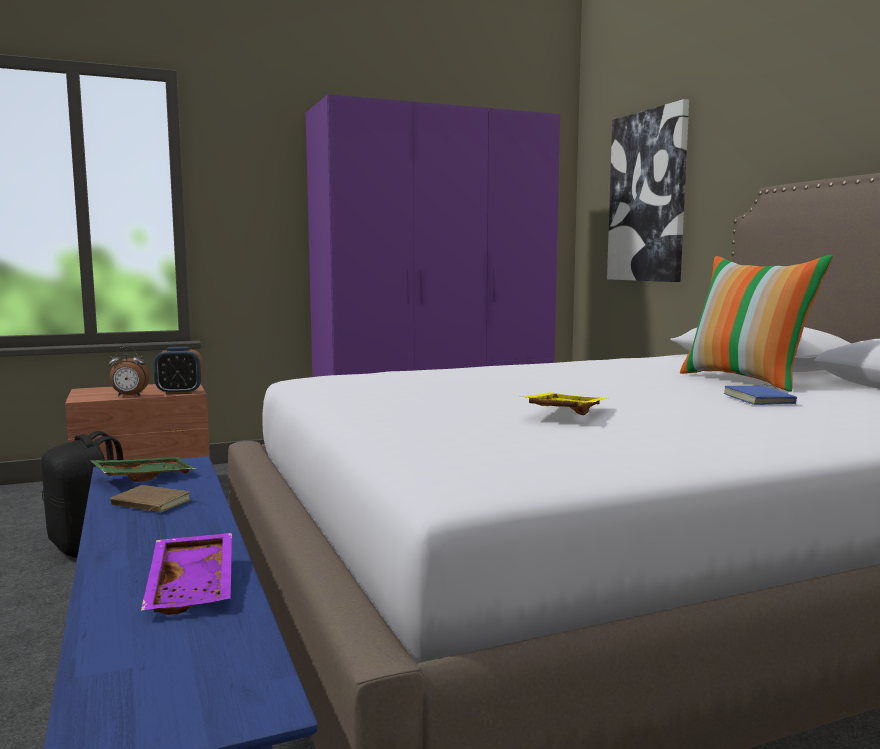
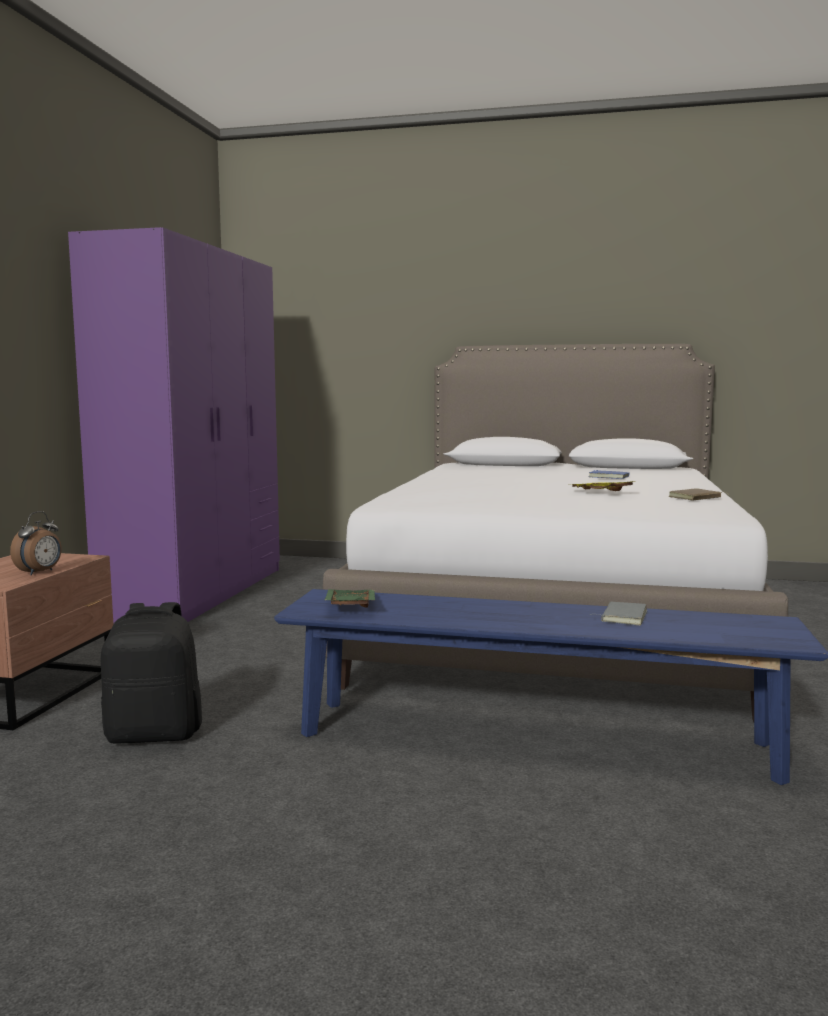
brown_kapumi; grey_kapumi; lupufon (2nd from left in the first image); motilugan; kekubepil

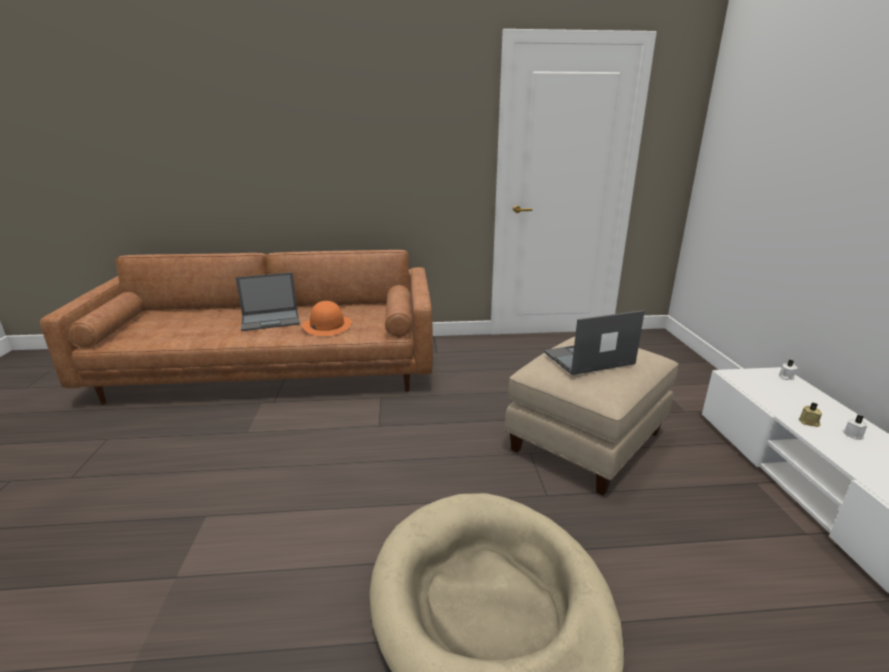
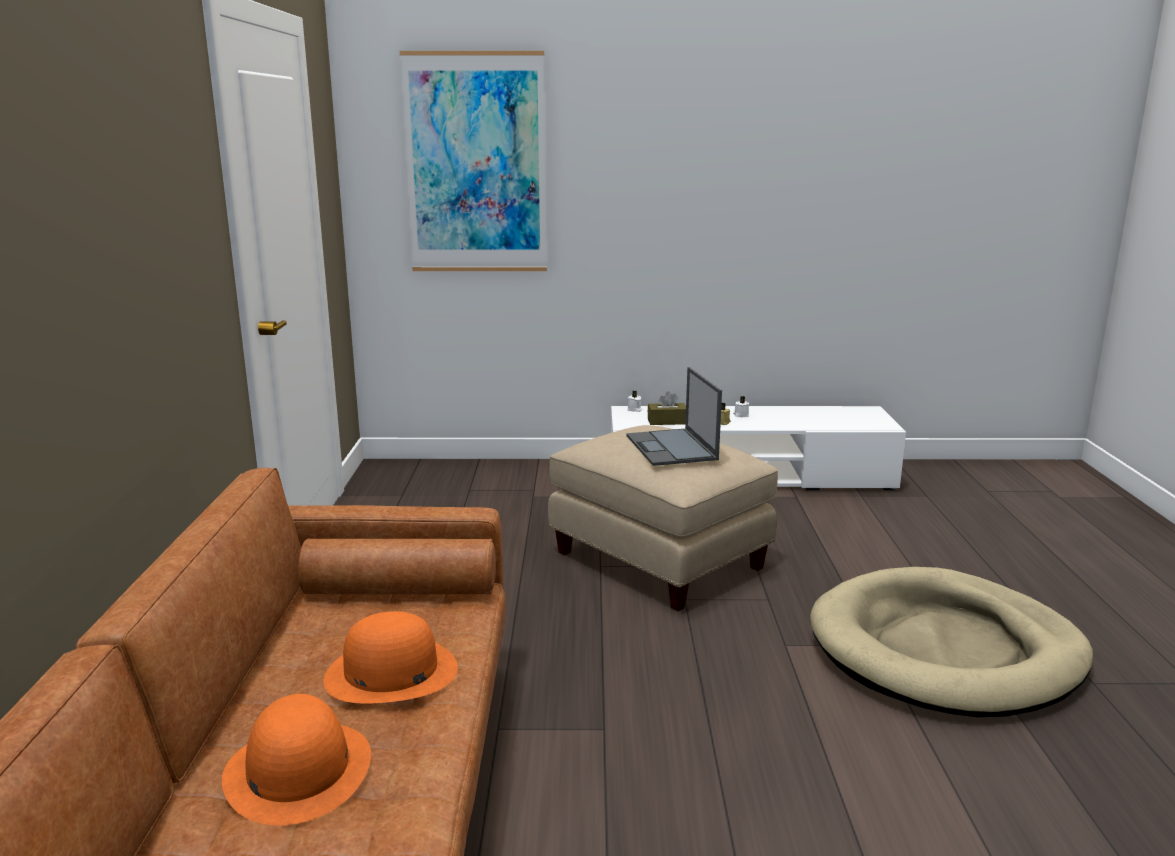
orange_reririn (1st from left); motilugan; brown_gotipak

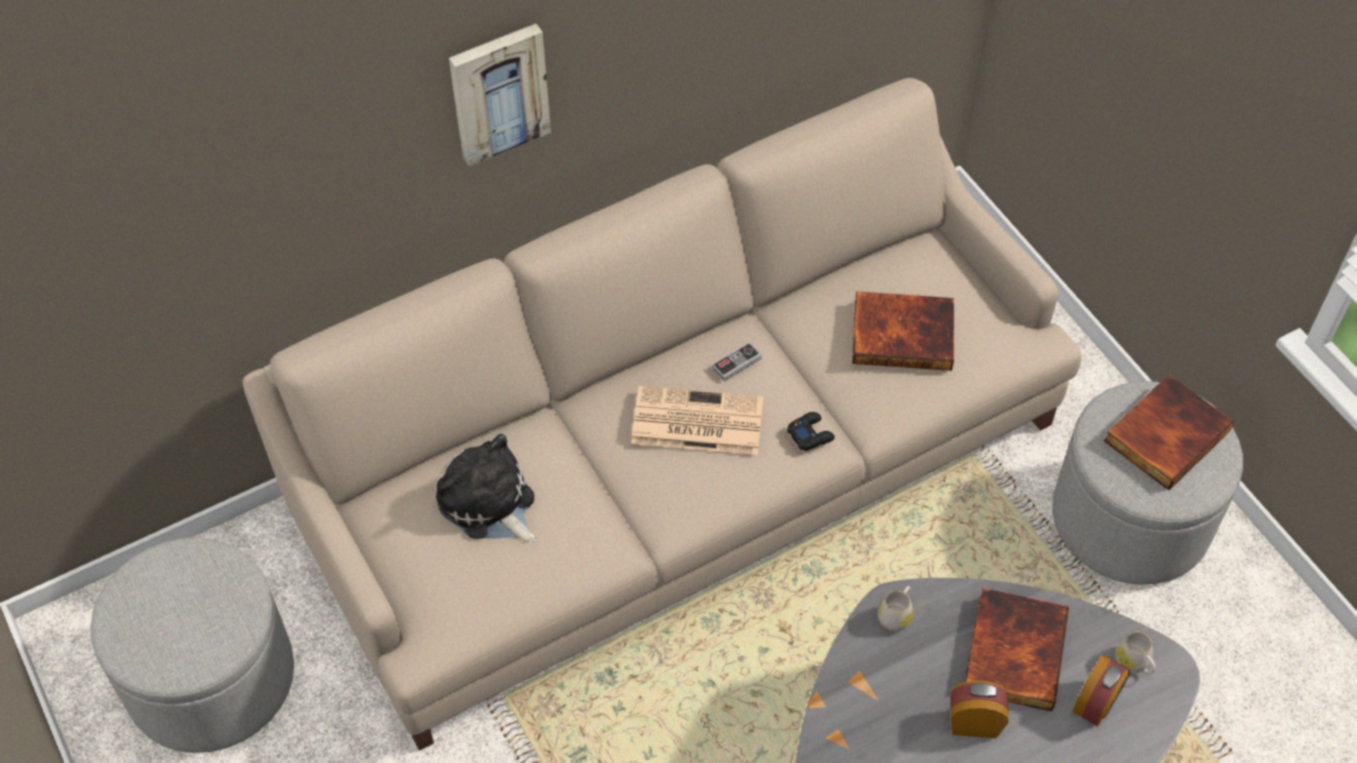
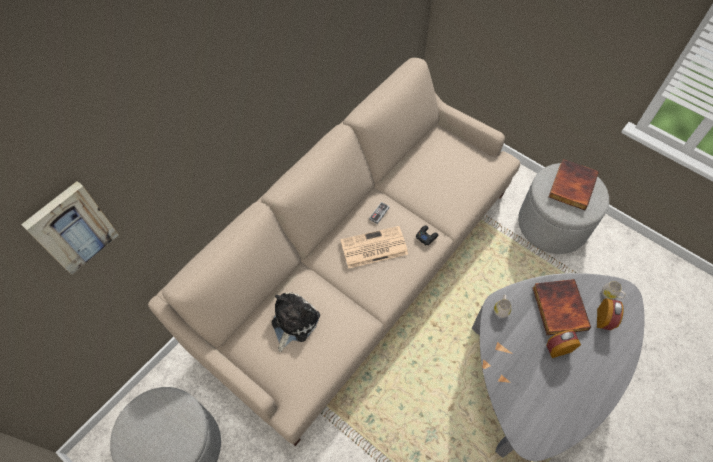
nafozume; motilugan; kapumi (1st from left in the first image)

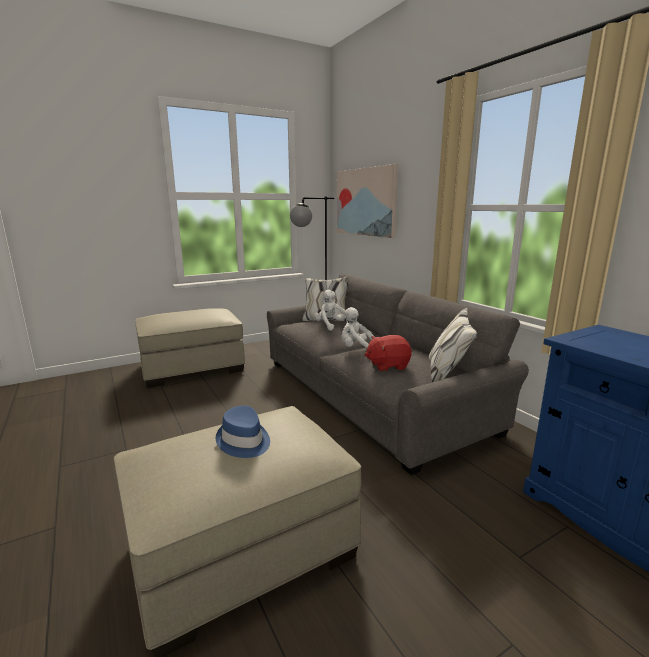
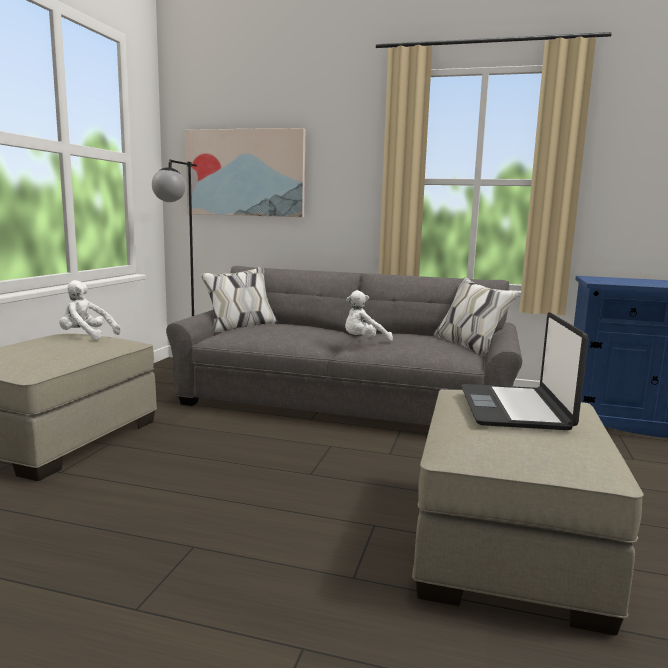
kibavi; white_nafozume (1st from left); red_nafozume

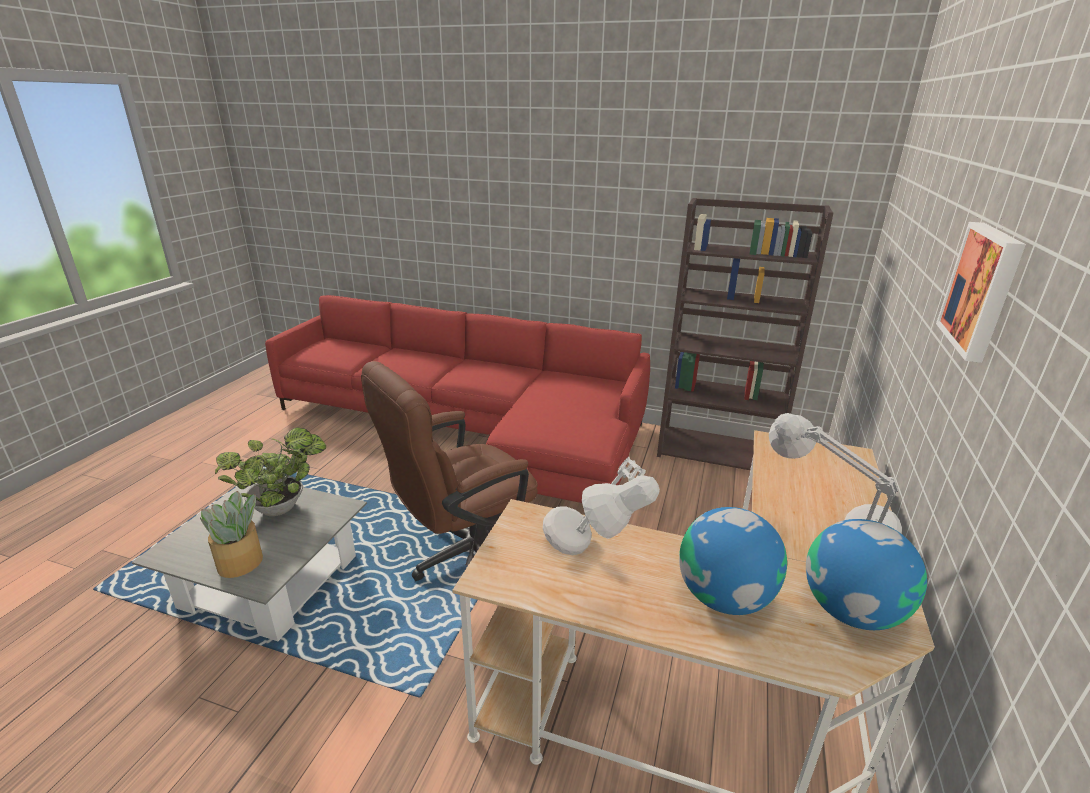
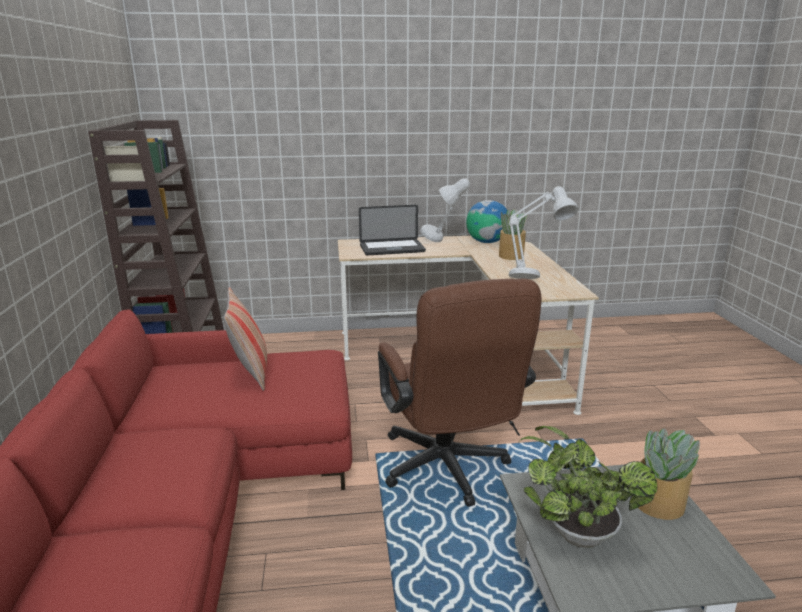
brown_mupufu; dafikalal (1st from left); motilugan; kekubepil; kibavi

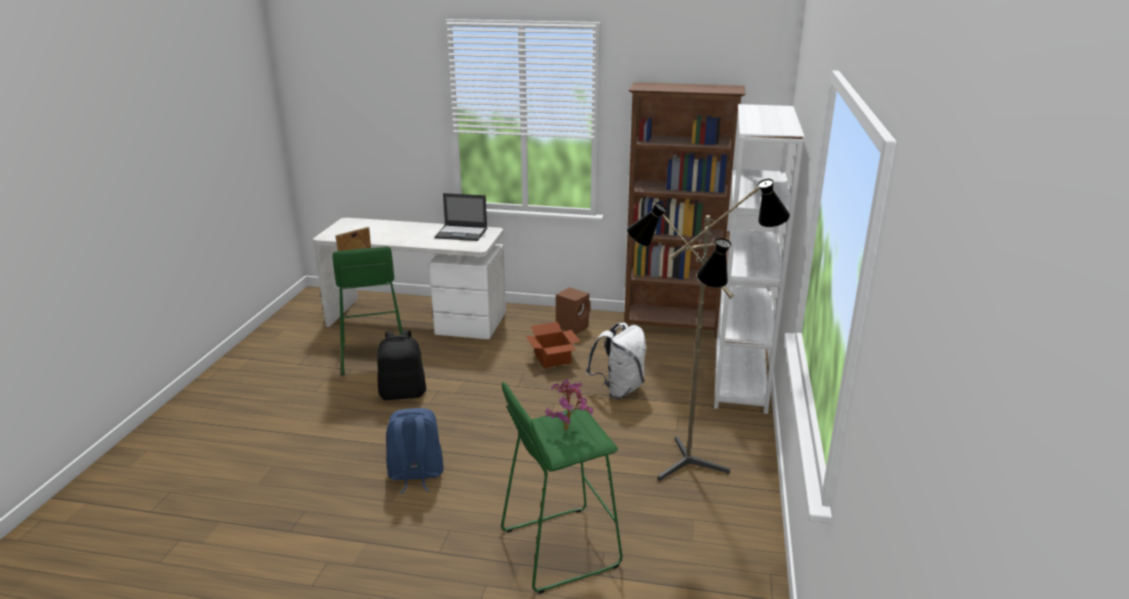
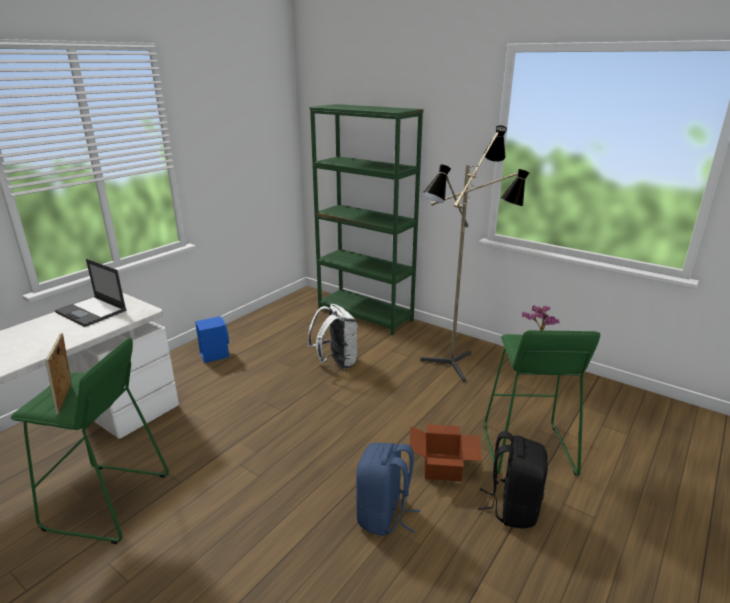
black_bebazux; kibavi; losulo; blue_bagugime; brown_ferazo; green_ferazo

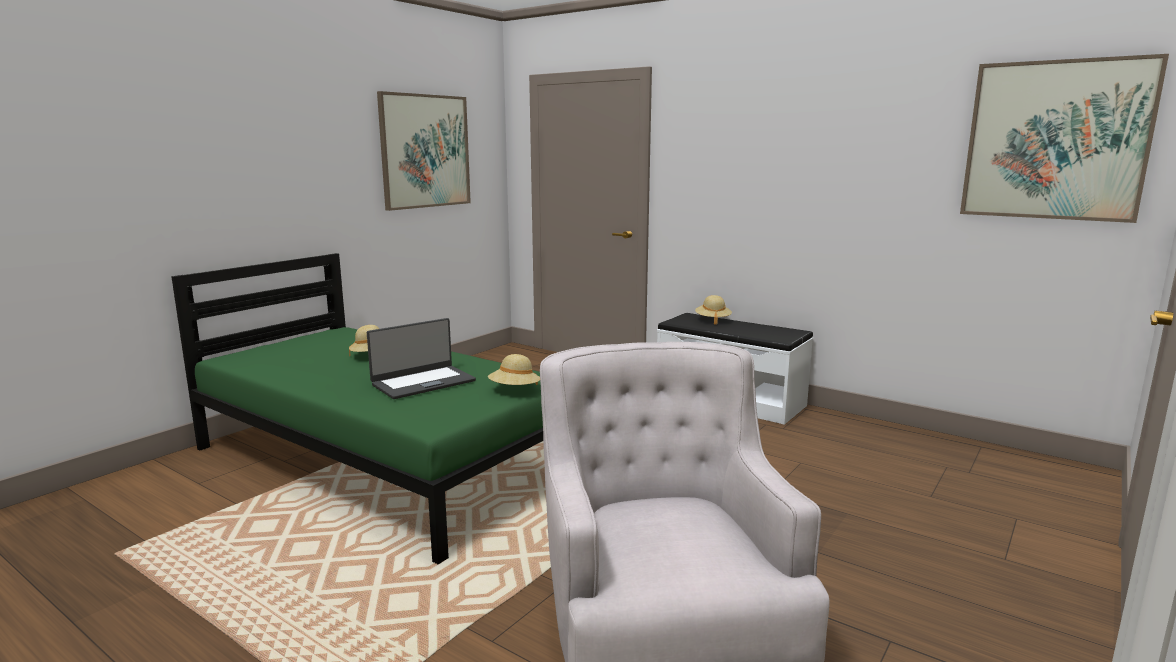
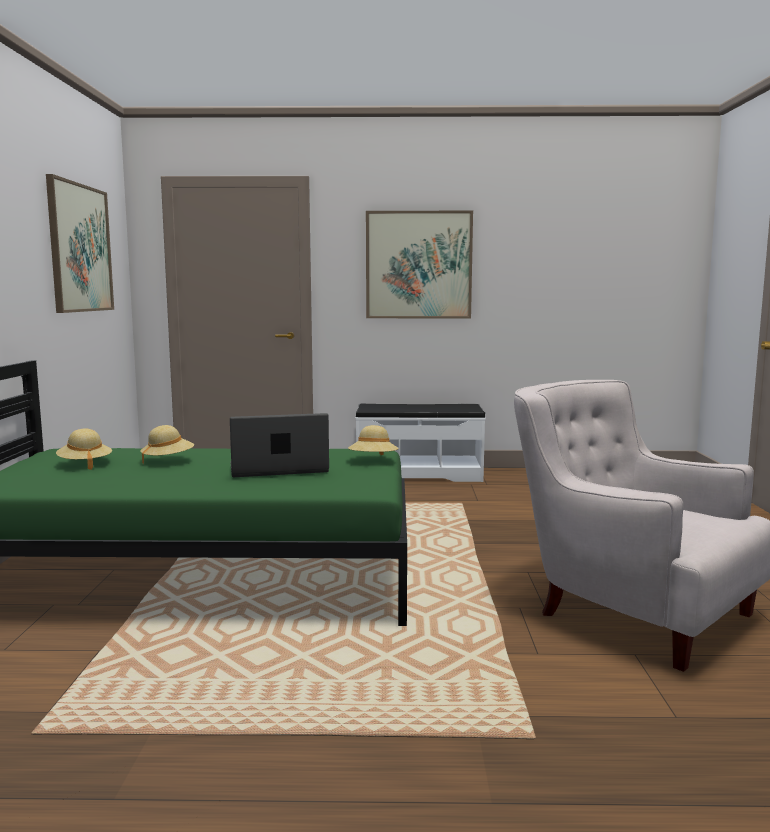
kibavi; beige_reririn (1st from left); motilugan (2nd from left)

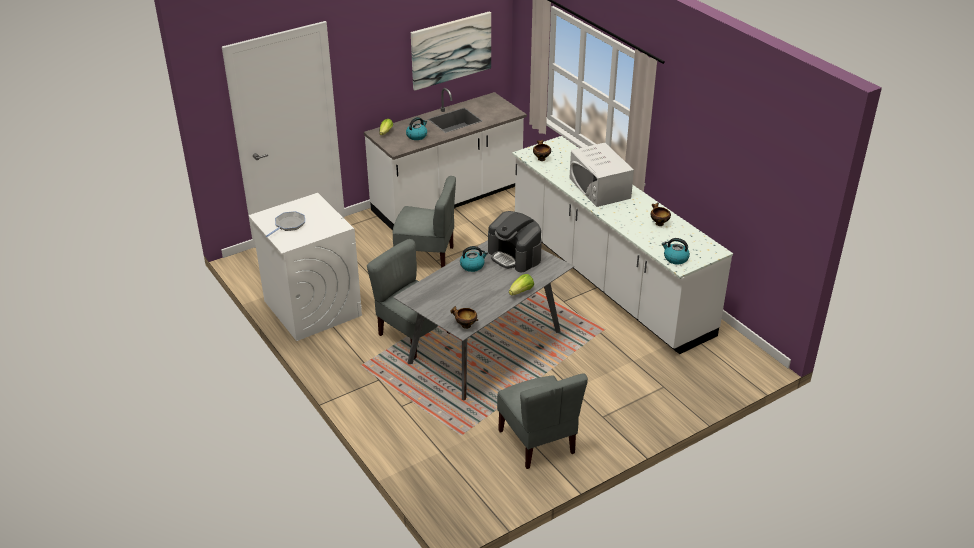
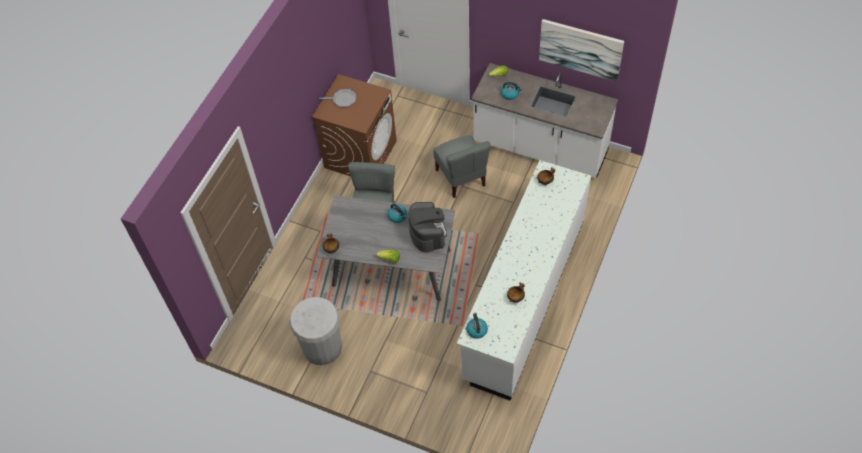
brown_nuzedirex; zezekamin; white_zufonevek; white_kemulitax

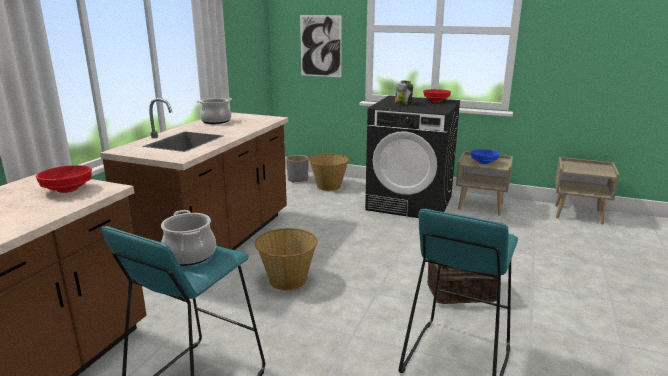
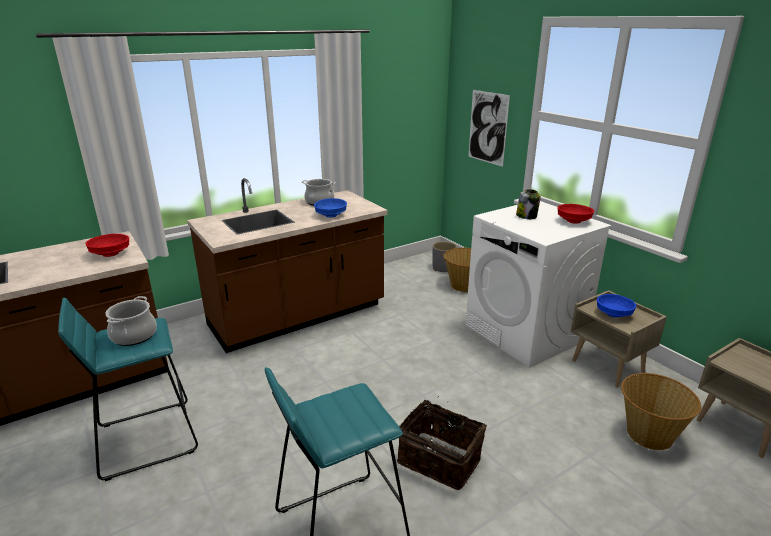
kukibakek (3rd from left); white_nuzedirex; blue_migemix (1st from left)

